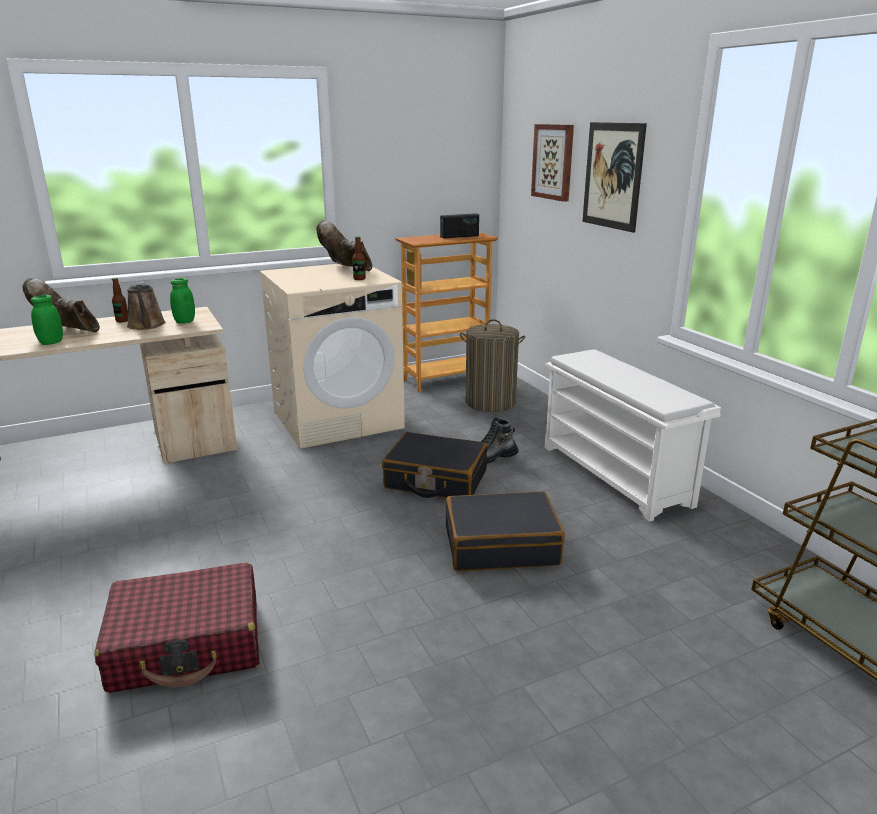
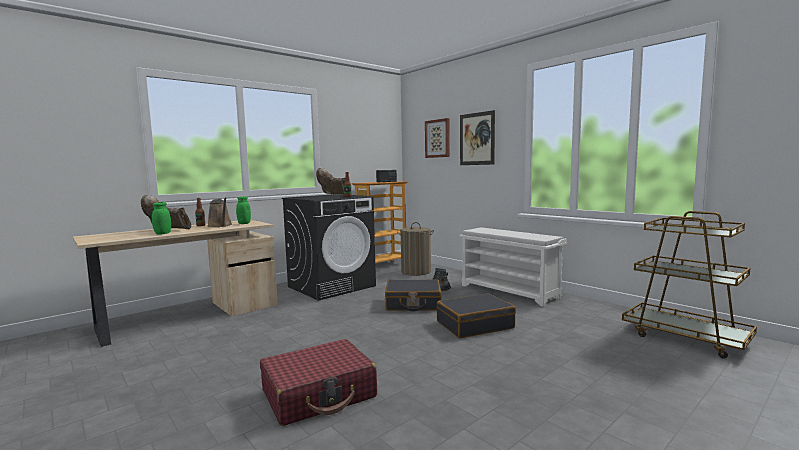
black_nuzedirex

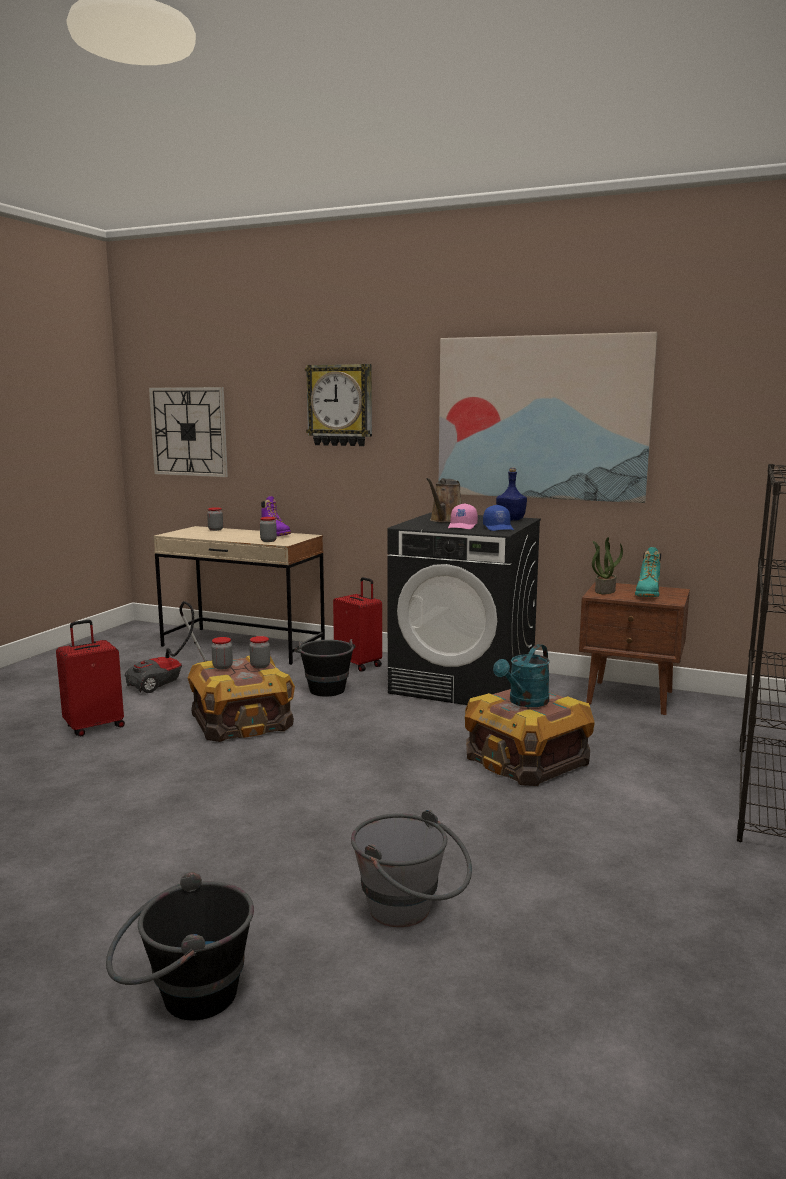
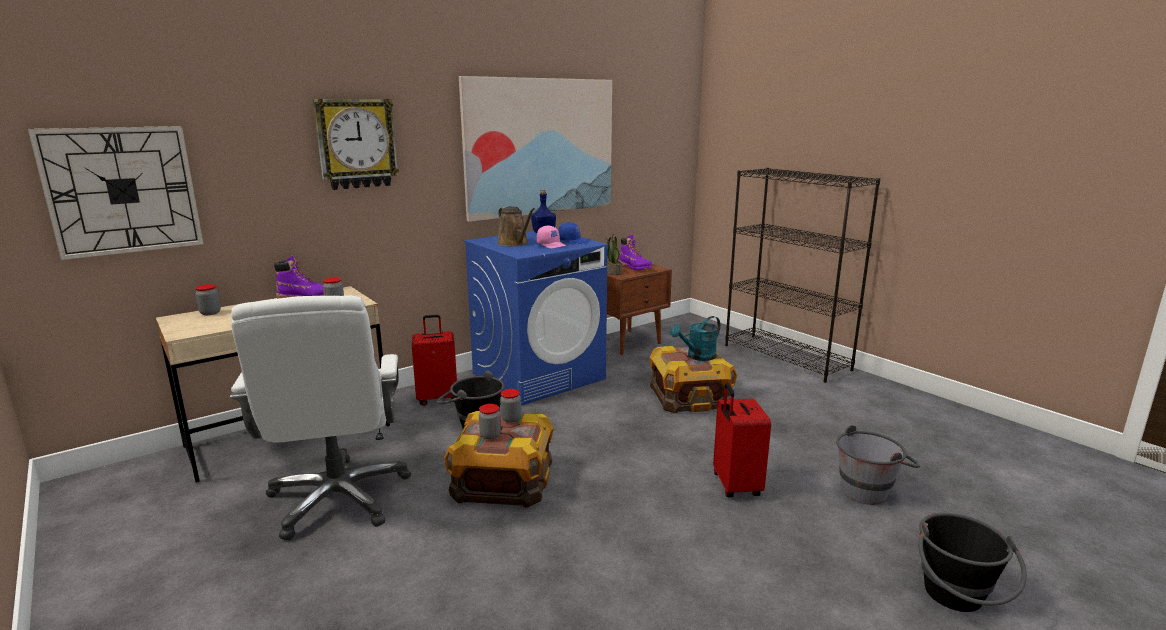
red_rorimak (2nd from left); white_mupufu; blue_nuzedirex; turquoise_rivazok; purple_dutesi (2nd from left)

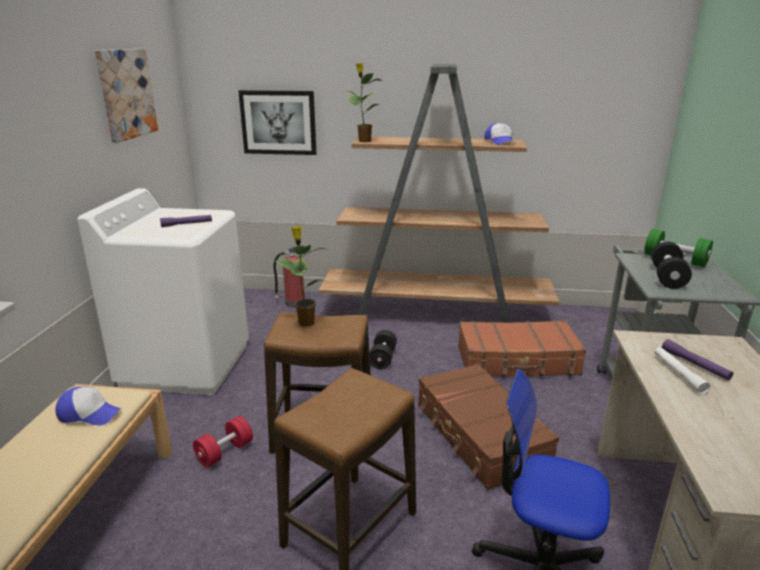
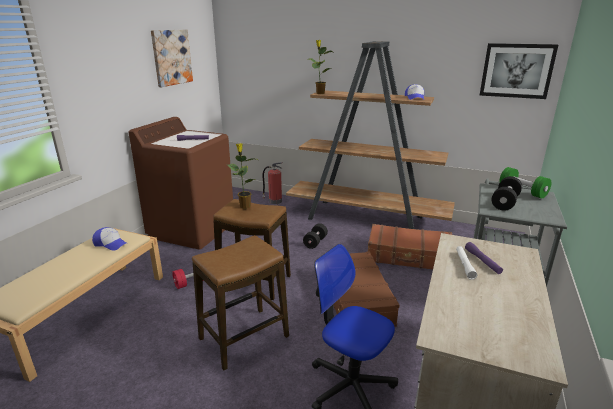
brown_nuzedirex; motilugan (2nd from left)

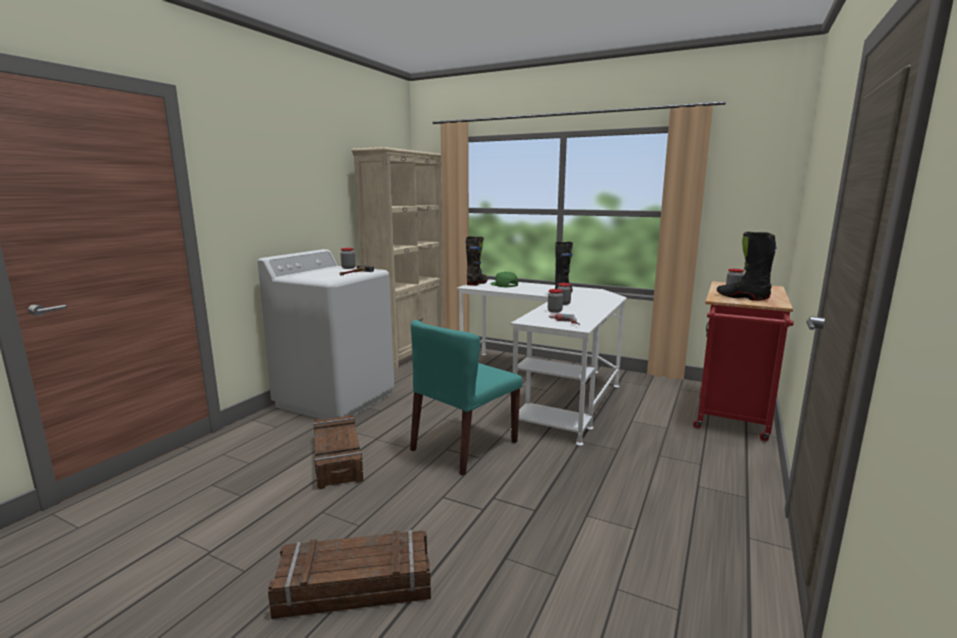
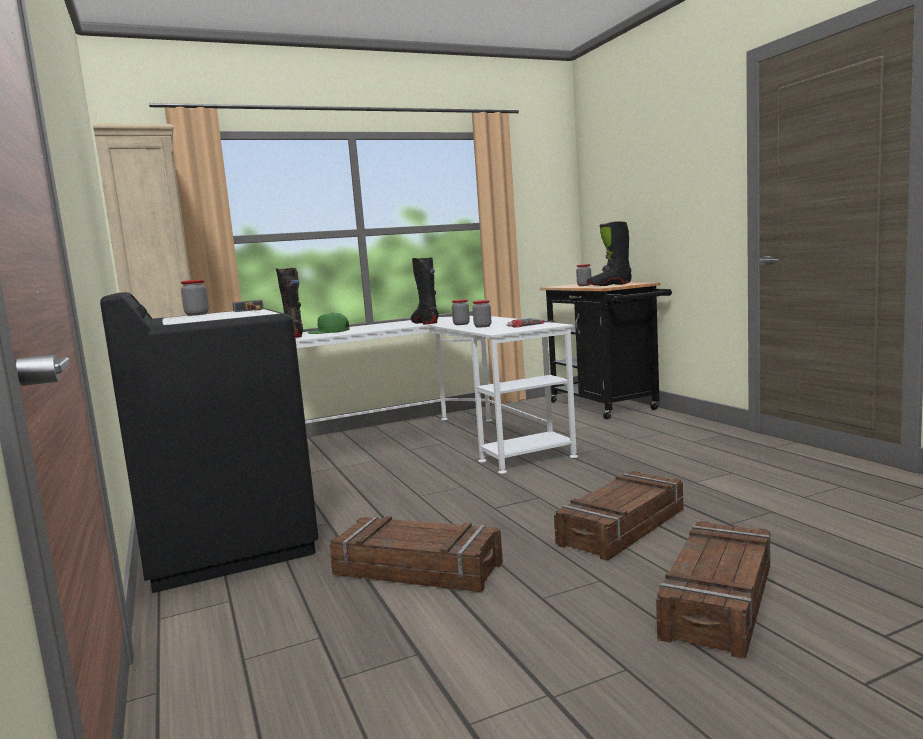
black_nuzedirex; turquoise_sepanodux; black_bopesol; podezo (2nd from left)

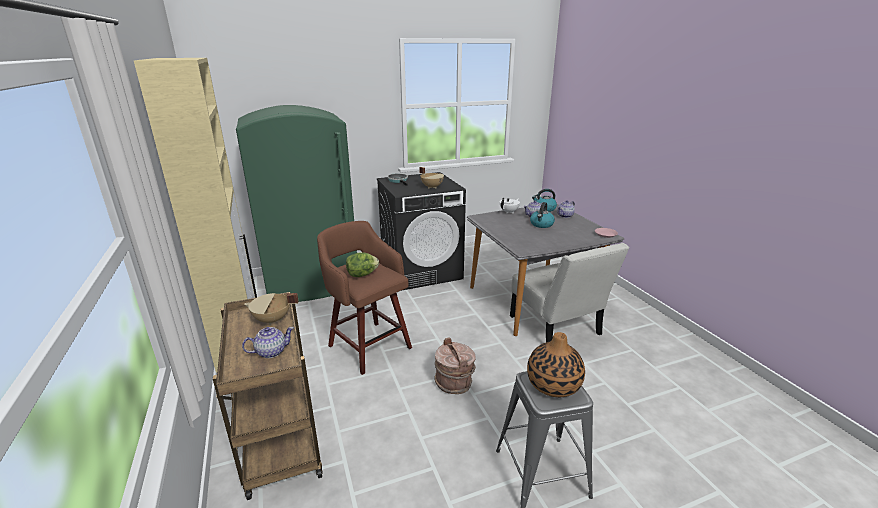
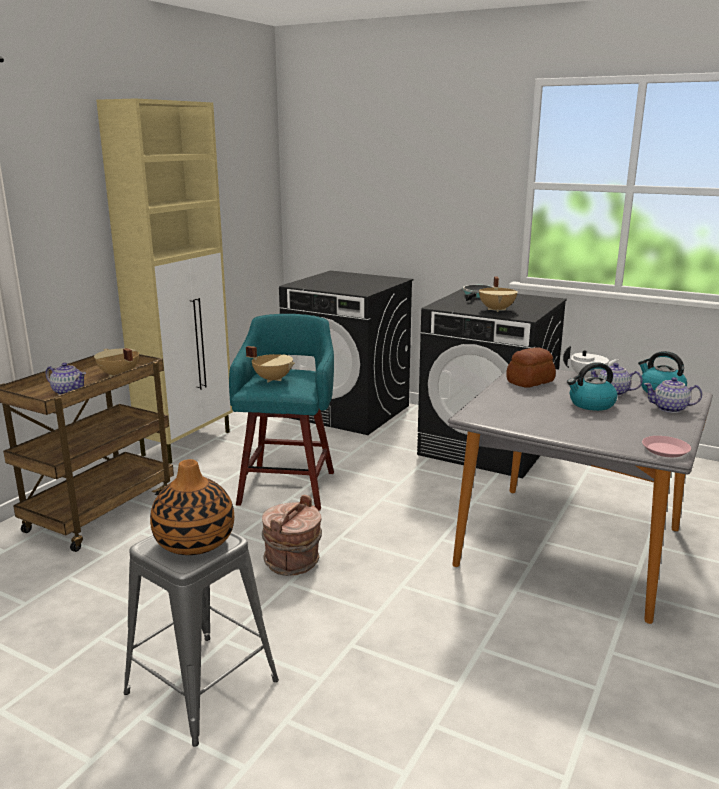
black_nuzedirex (1st from left); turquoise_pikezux; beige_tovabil (2nd from left); white_sepanodux; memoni

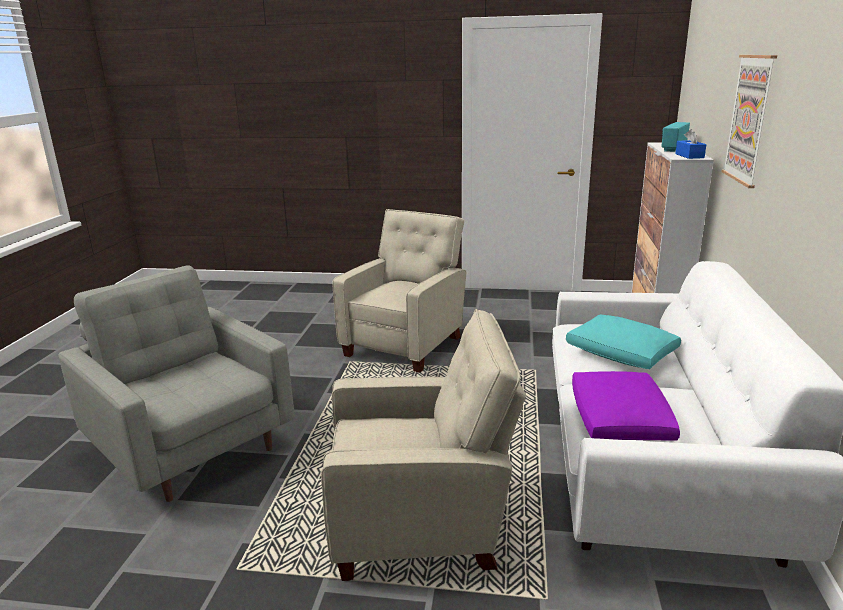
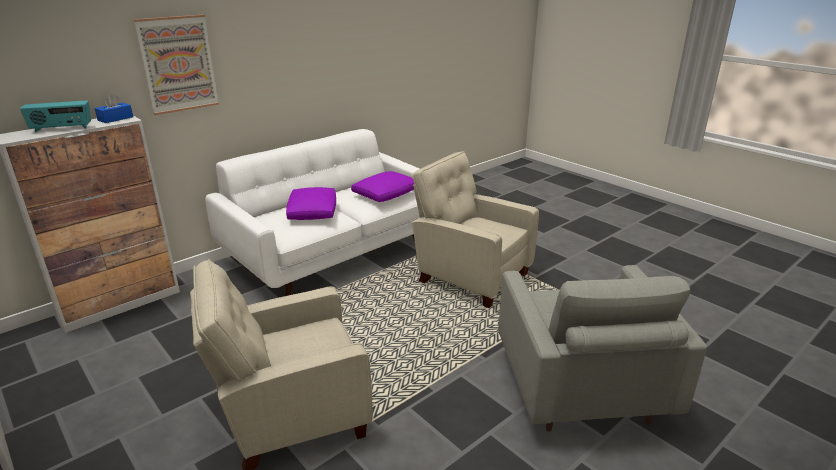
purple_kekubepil (1st from left)

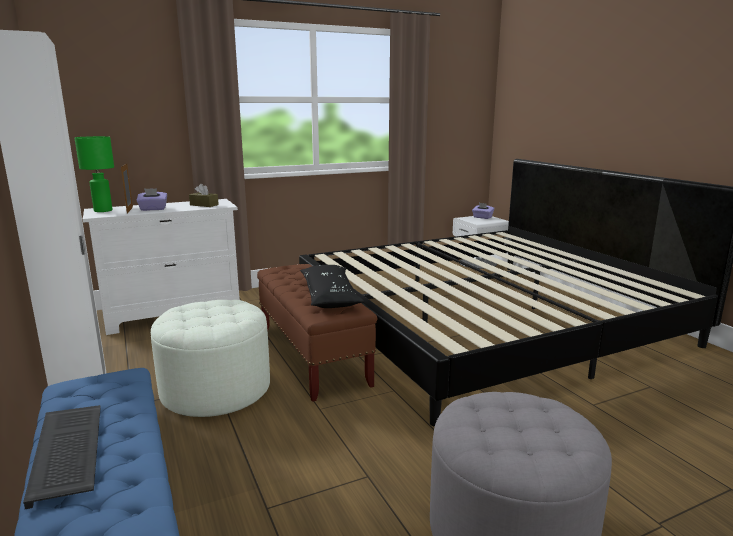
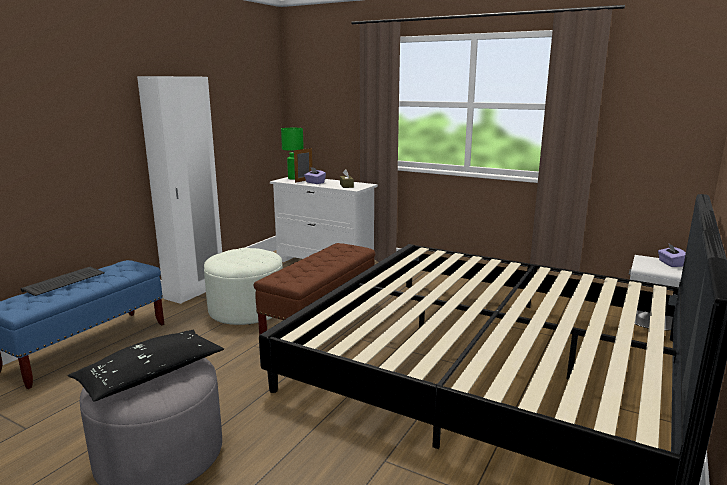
black_kekubepil

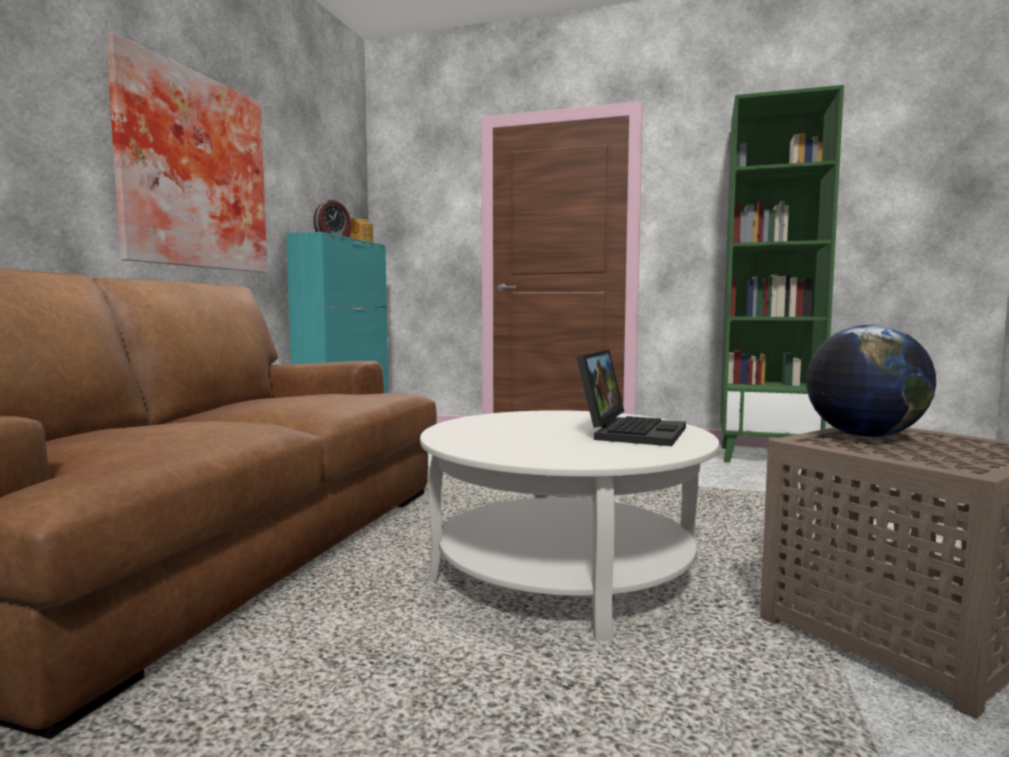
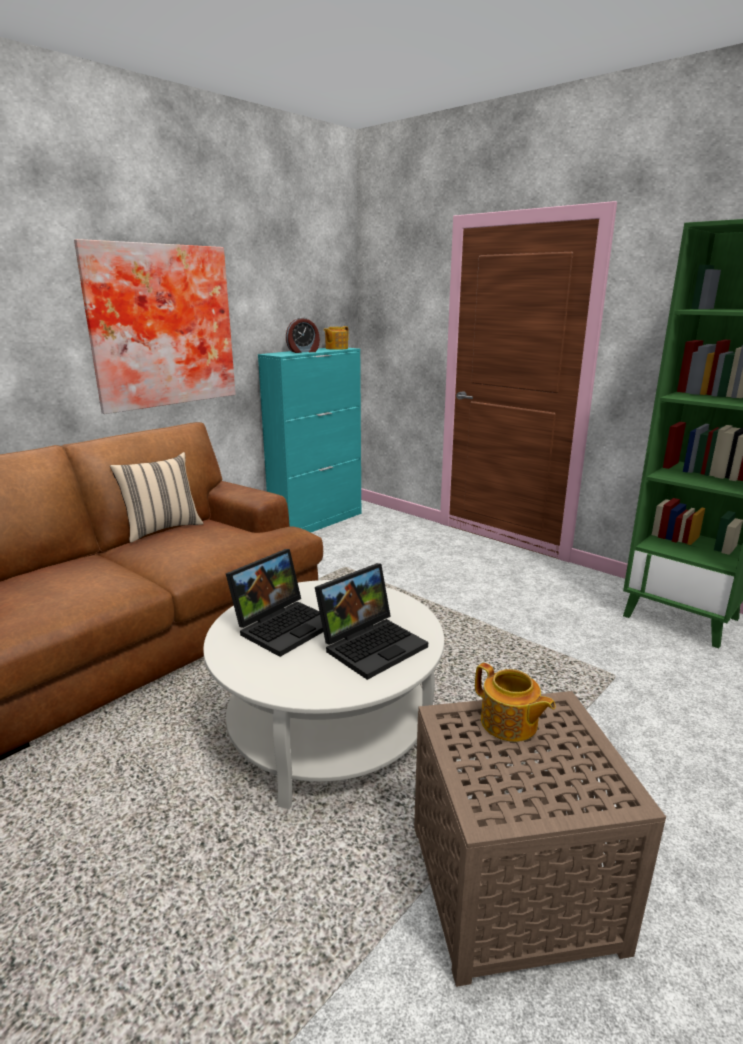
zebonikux (2nd from left); beige_kekubepil; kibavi (1st from left)

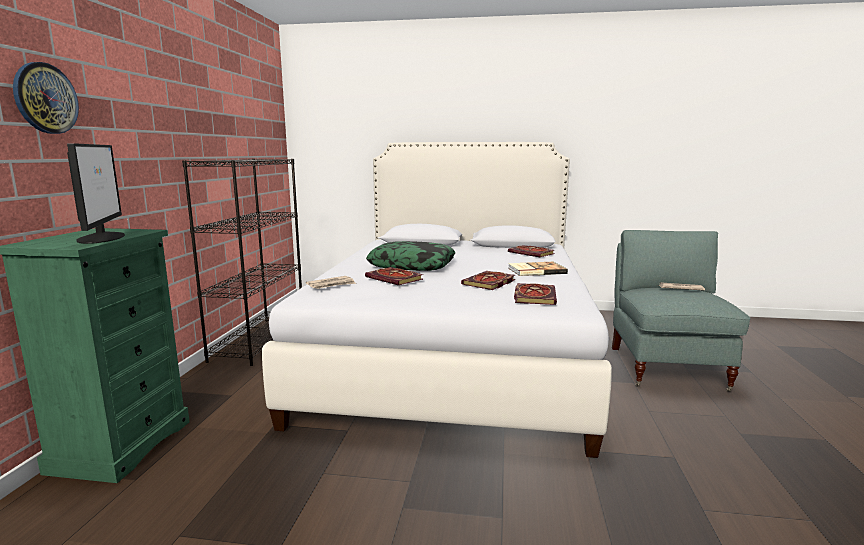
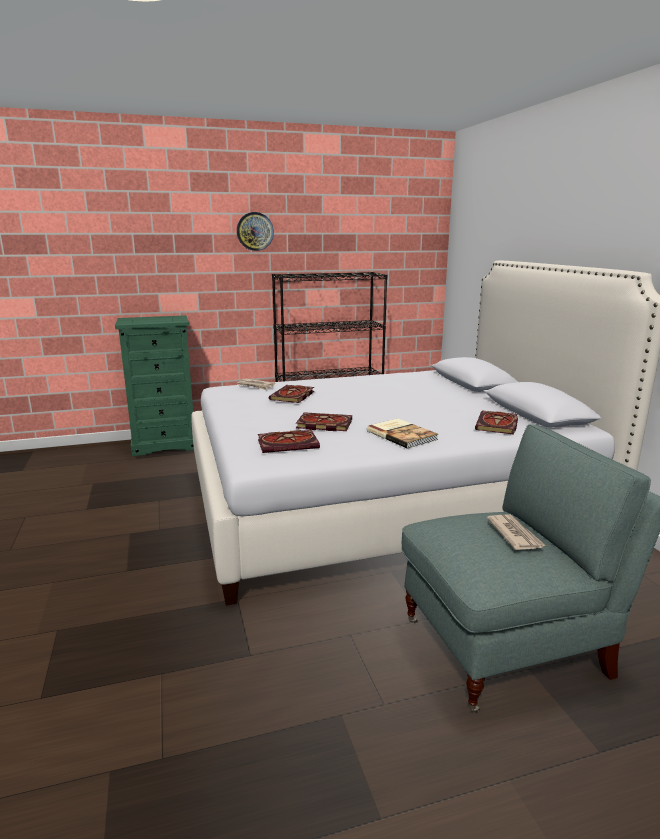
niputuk; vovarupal; kekubepil

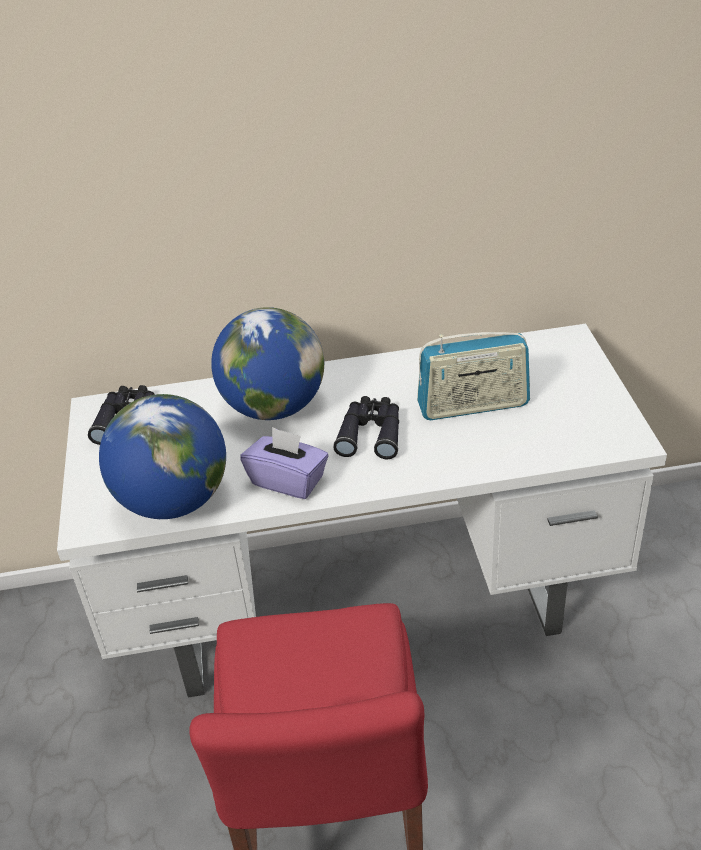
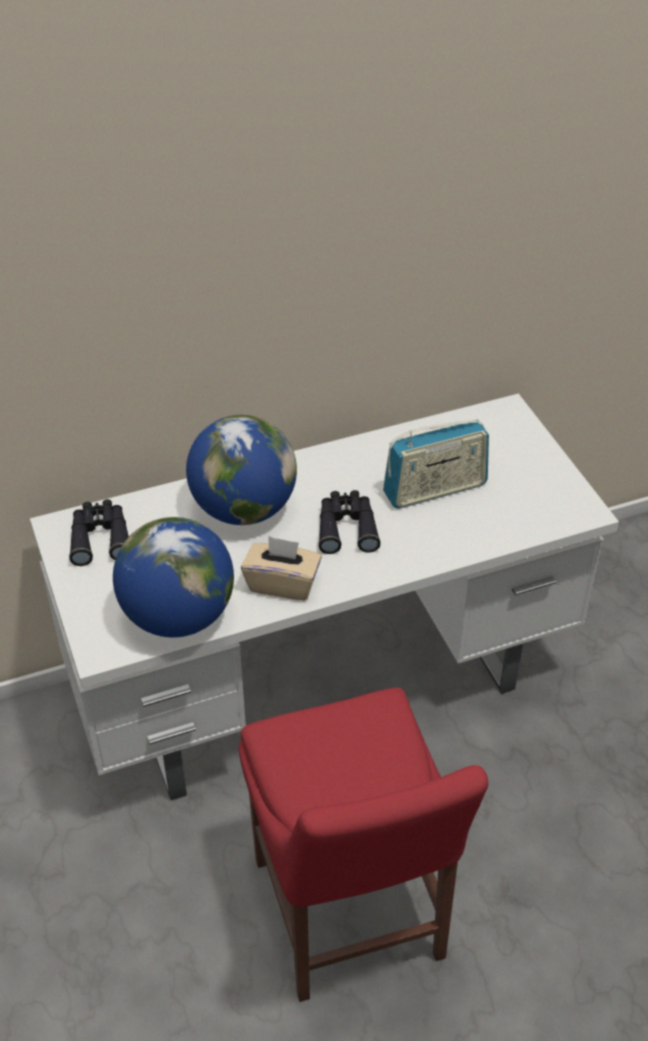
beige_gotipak

